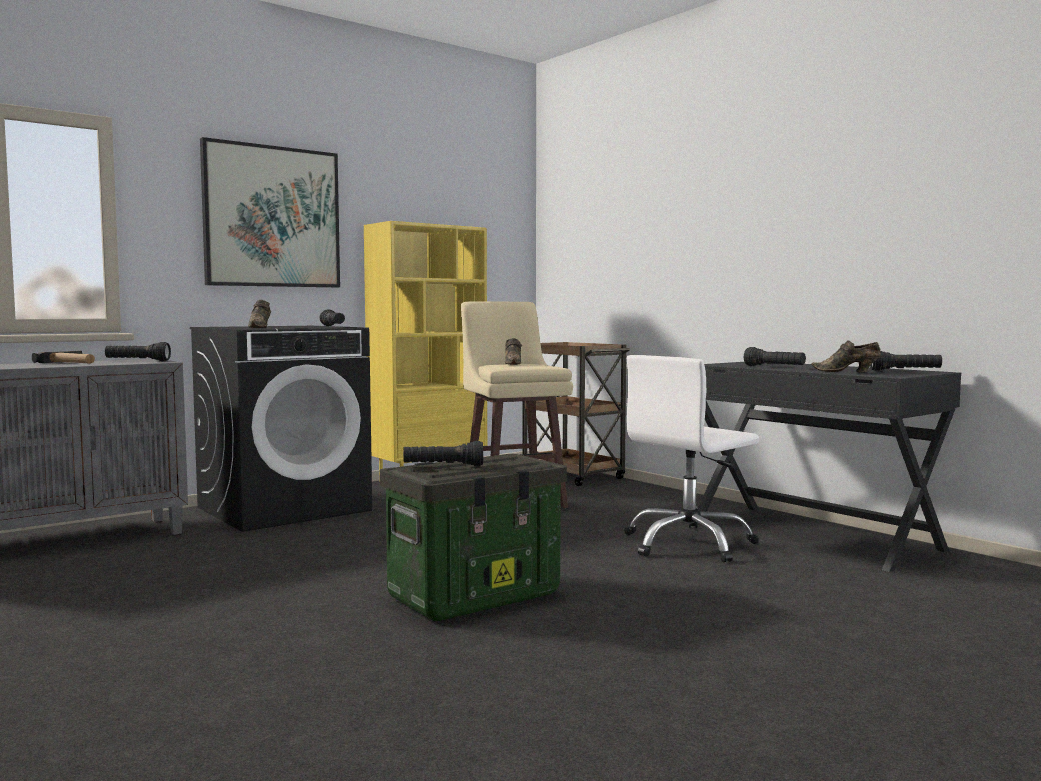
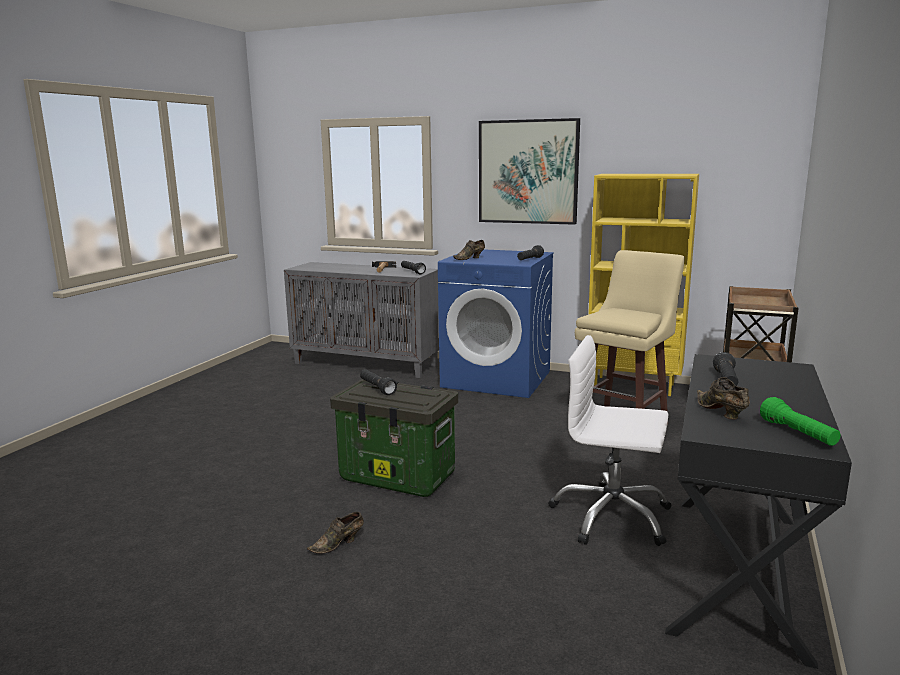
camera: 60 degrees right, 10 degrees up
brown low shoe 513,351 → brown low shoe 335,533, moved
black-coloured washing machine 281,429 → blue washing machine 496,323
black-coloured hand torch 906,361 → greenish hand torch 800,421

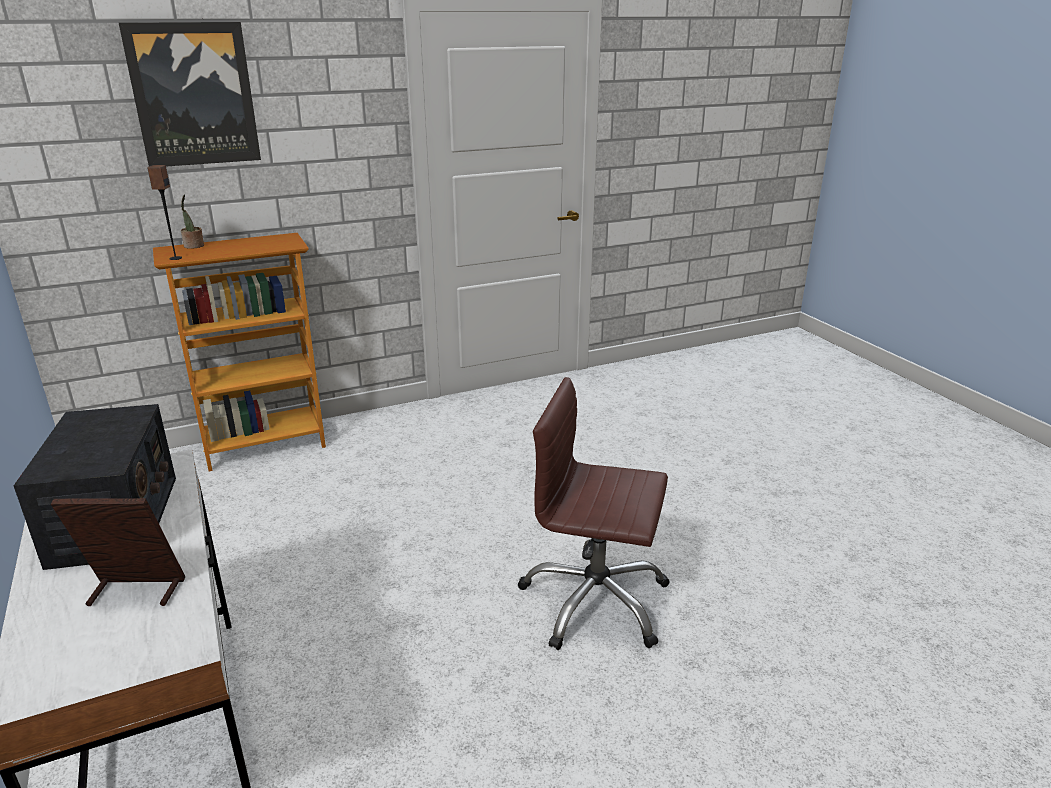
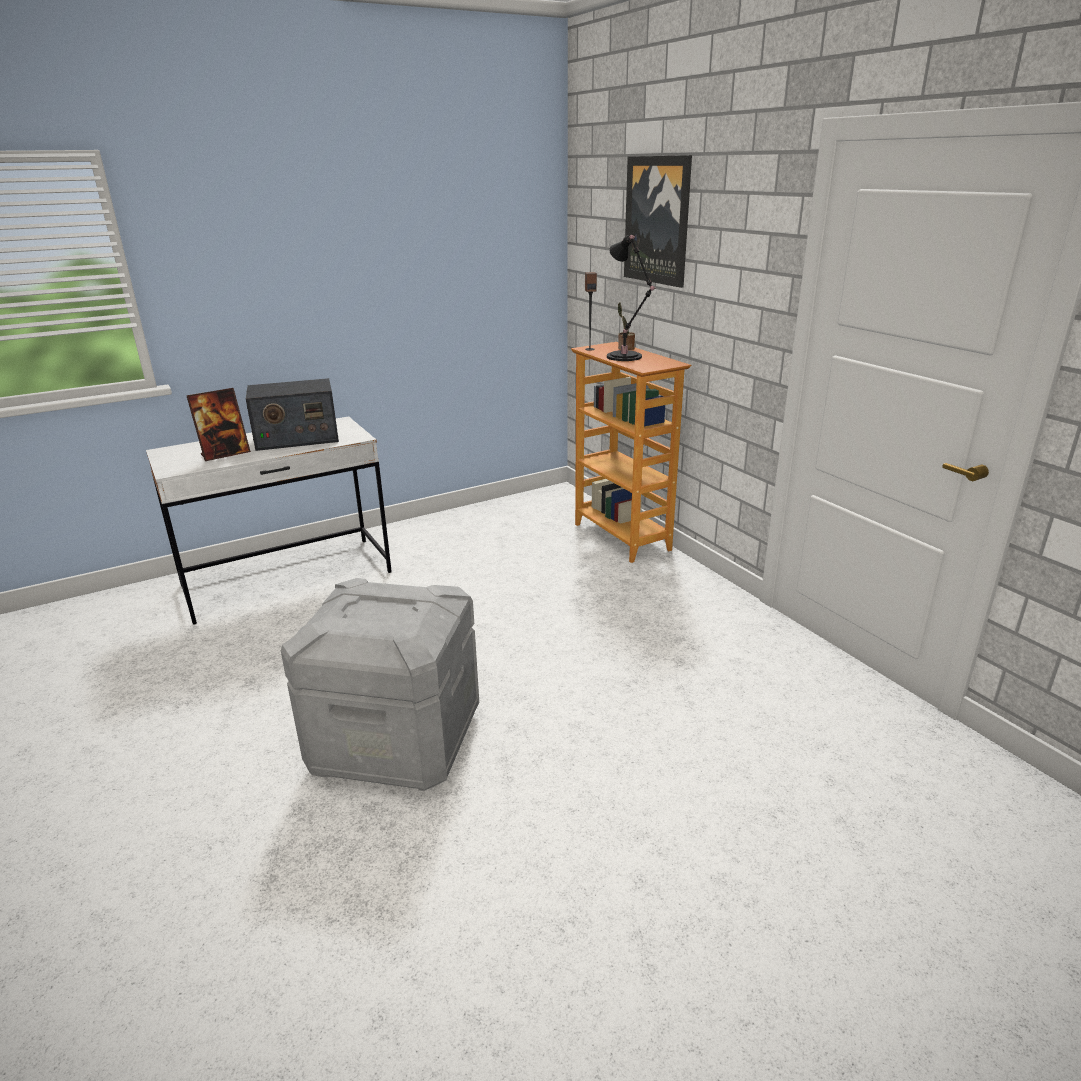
camera: 85 degrees right, 0 degrees up
- → black-coloured tabletop lamp 631,298
brown desk chair 594,513 → grey storage bin 380,684
picture frame 118,552 → picture frame 219,424, 60 degrees clockwise

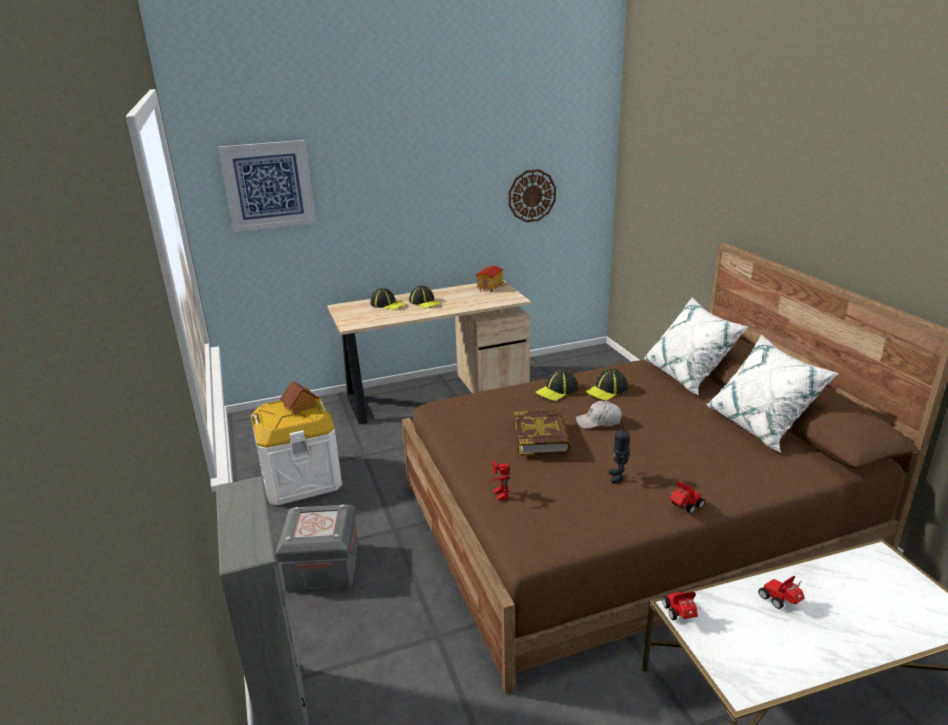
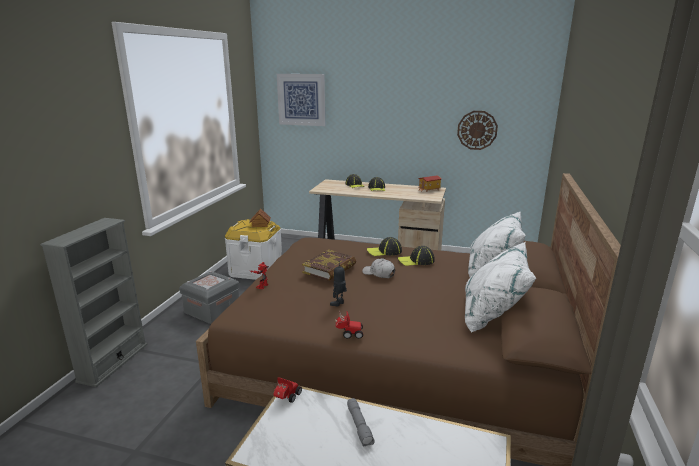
camera: 35 degrees right, 5 degrees down
miniature car 781,592 → grey hand torch 361,422

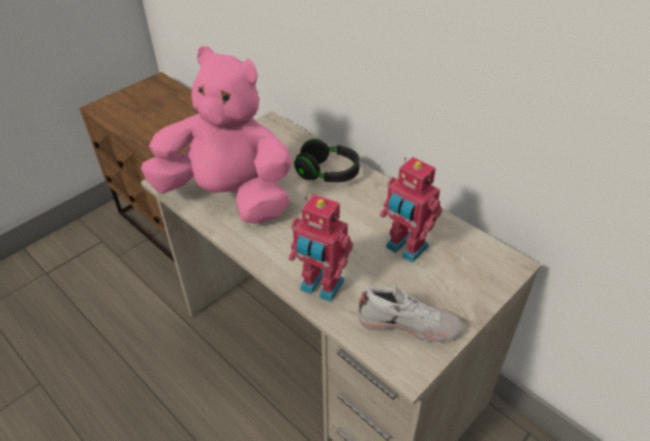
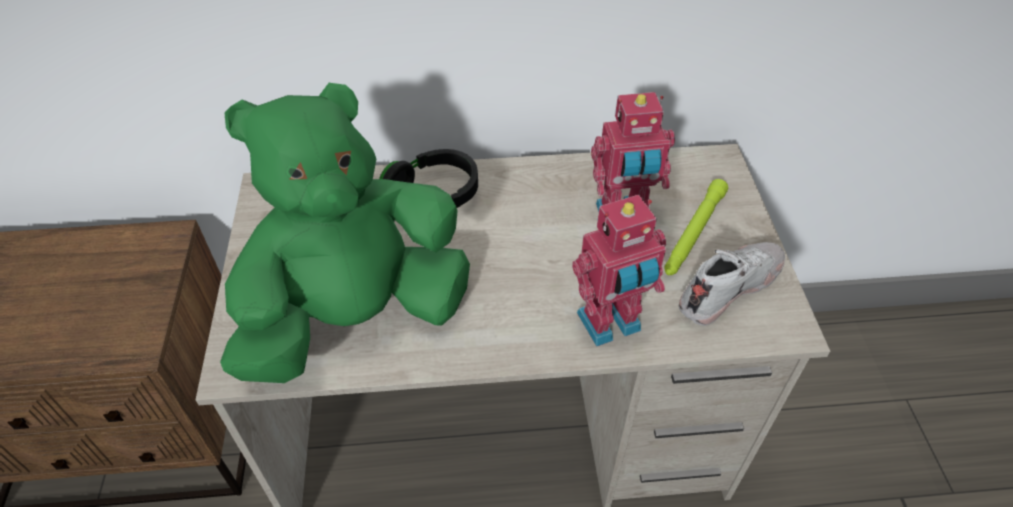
camera: 50 degrees left, 5 degrees up
- → greenish hand torch 696,227
pink-coloured soft toy 216,135 → greenish soft toy 345,233

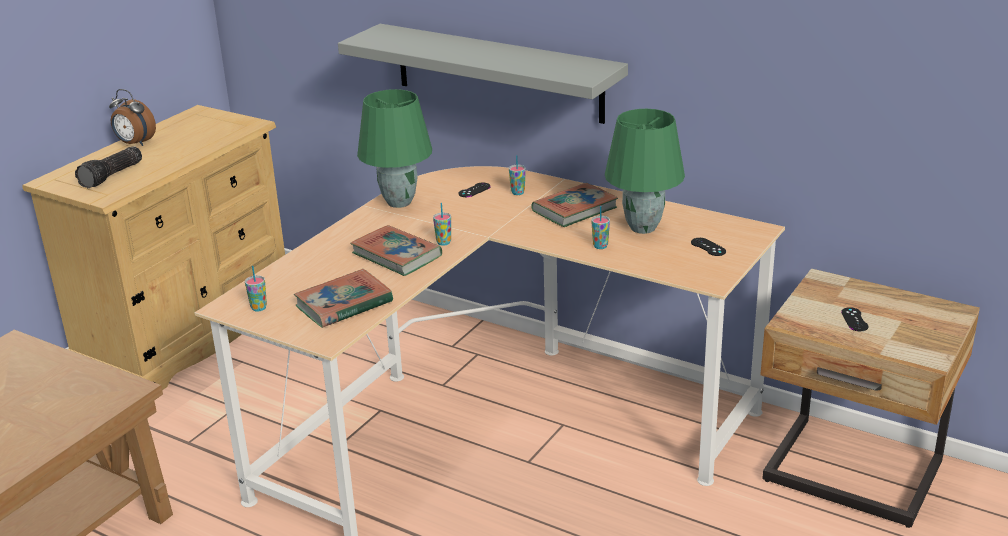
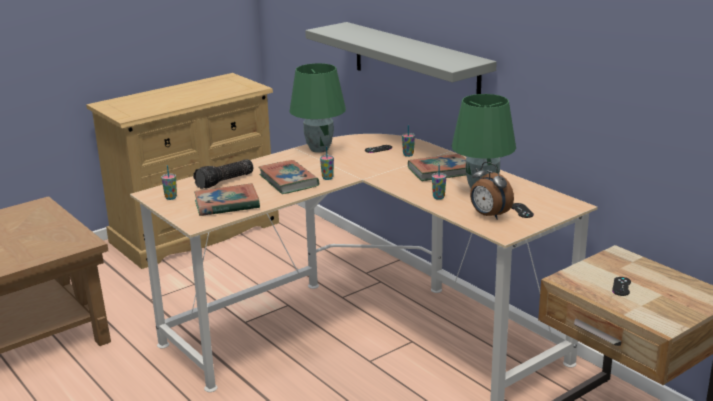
camera: 20 degrees right, 5 degrees down
hand torch 108,167 → hand torch 223,174, moved
table clock 132,117 → table clock 492,191, moved

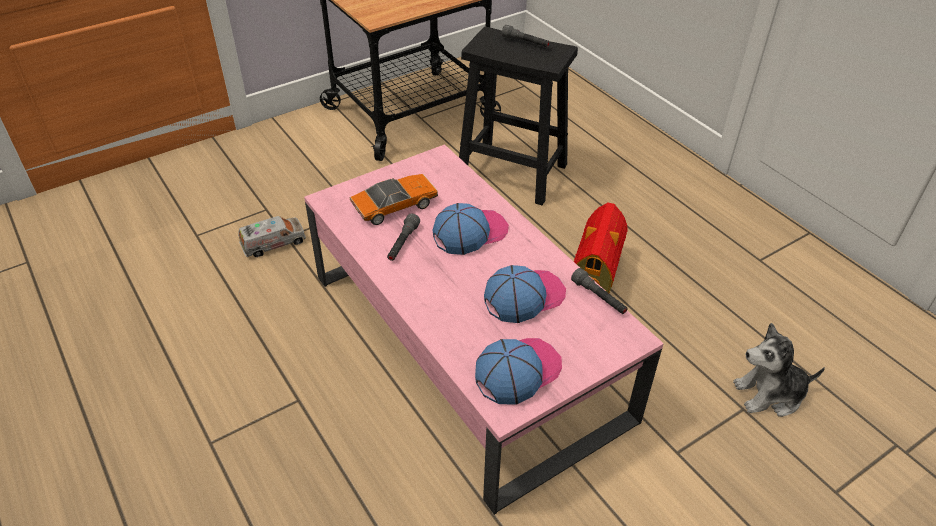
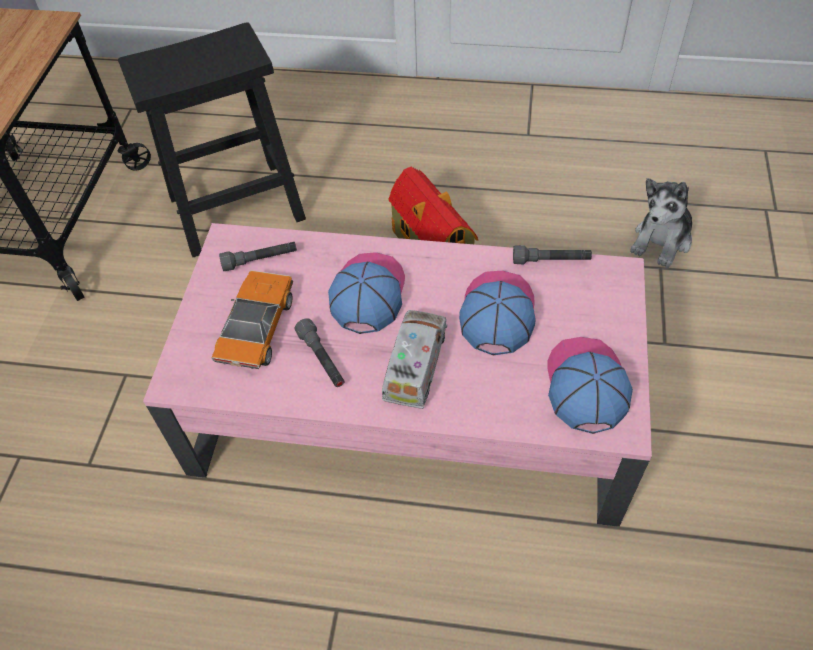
camera: 45 degrees left, 10 degrees up
toy lorry 272,236 → toy lorry 414,359, moved
grey hand torch 526,36 → grey hand torch 258,256, moved

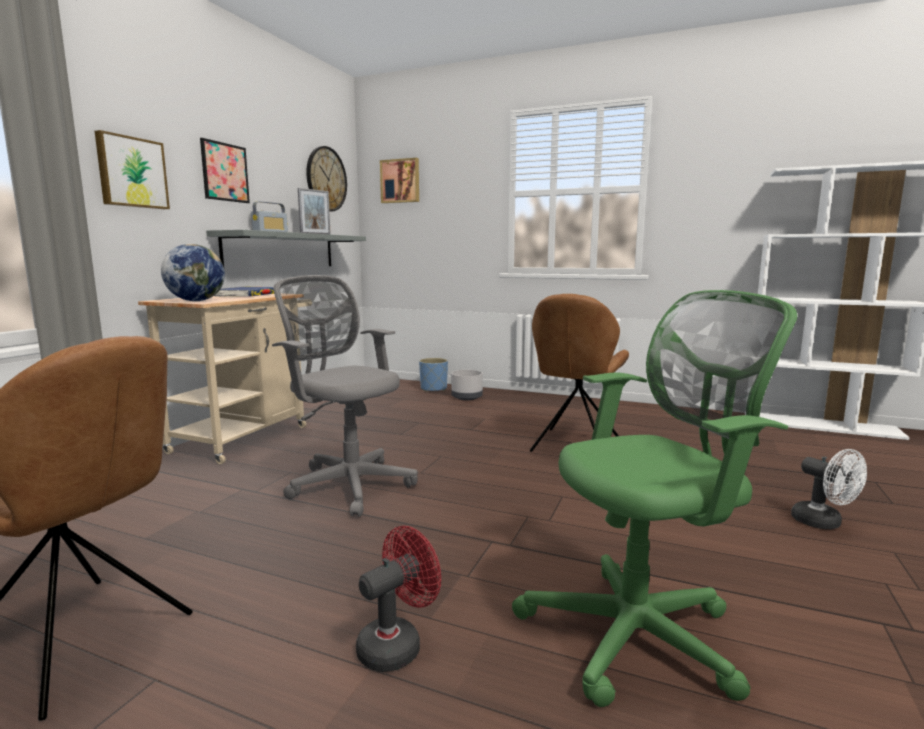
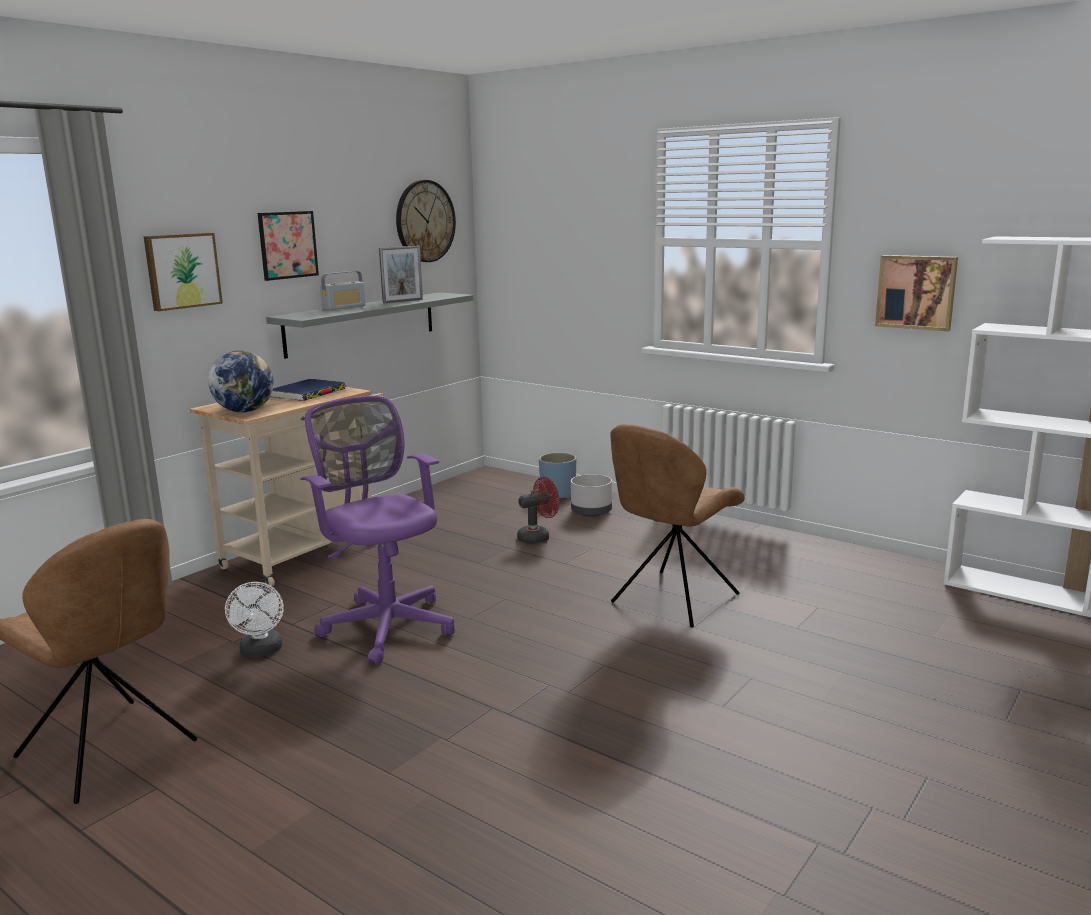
camera: 15 degrees right, 5 degrees up
greenish desk chair 654,498 → -
red-coloured electric fan 398,599 → red-coloured electric fan 538,510, moved
wall picture 399,180 → wall picture 916,293, moved
white electric fan 829,489 → white electric fan 254,619, moved
grey desk chair 345,396 → purplish desk chair 377,530

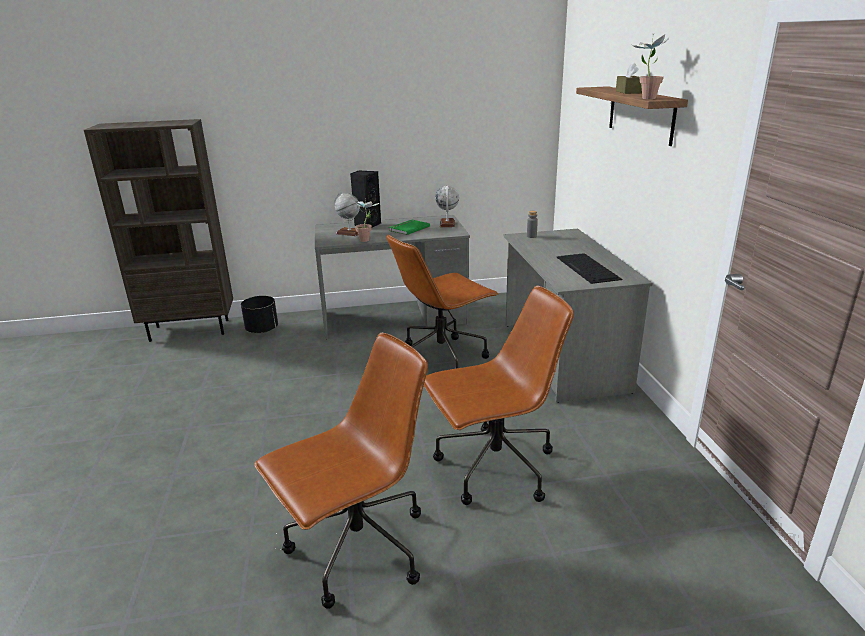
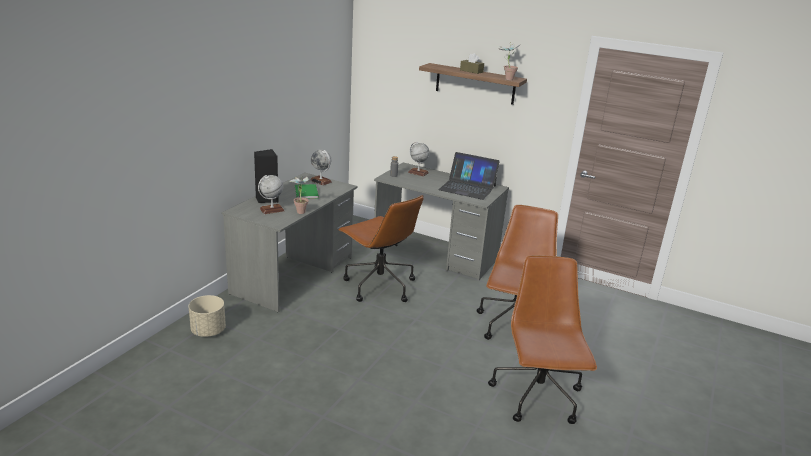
camera: 55 degrees left, 0 degrees up
brown bookshelf 158,230 → -
- → world globe 419,159
keyboard 589,268 → notebook computer 469,176
black-coloured planter 259,314 → beige-coloured planter 207,316
brown desk chair 442,301 → brown desk chair 381,248, 45 degrees counterclockwise

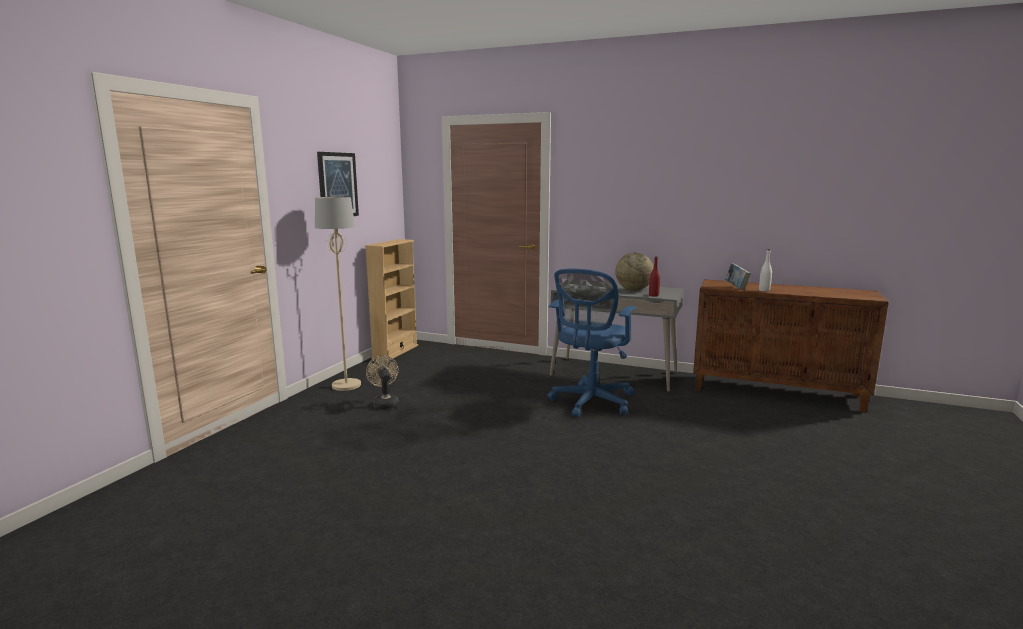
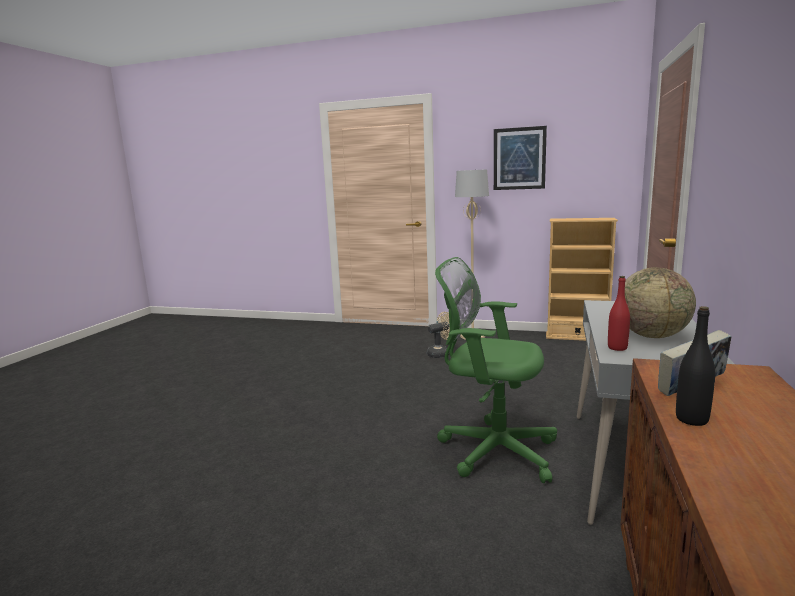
camera: 85 degrees right, 0 degrees up
blue desk chair 592,343 → greenish desk chair 496,370
white drink bottle 765,270 → black-coloured drink bottle 695,366

